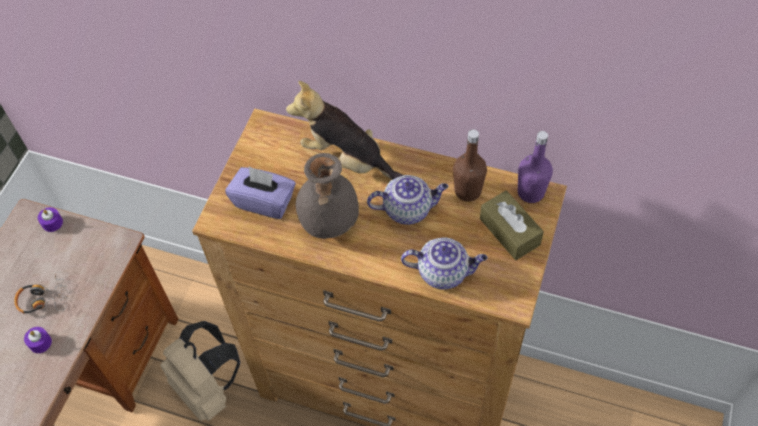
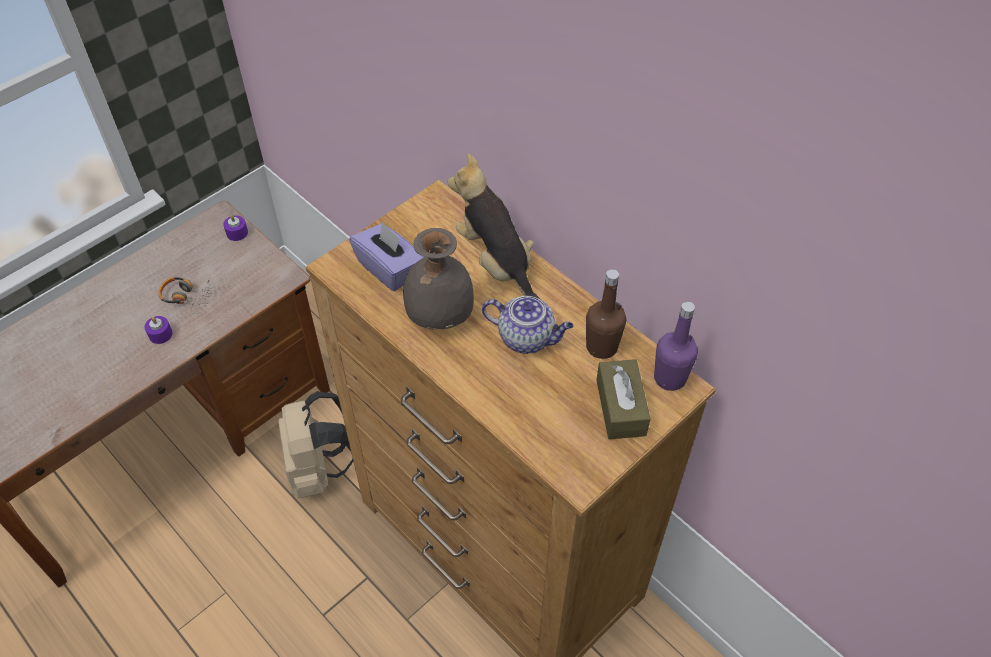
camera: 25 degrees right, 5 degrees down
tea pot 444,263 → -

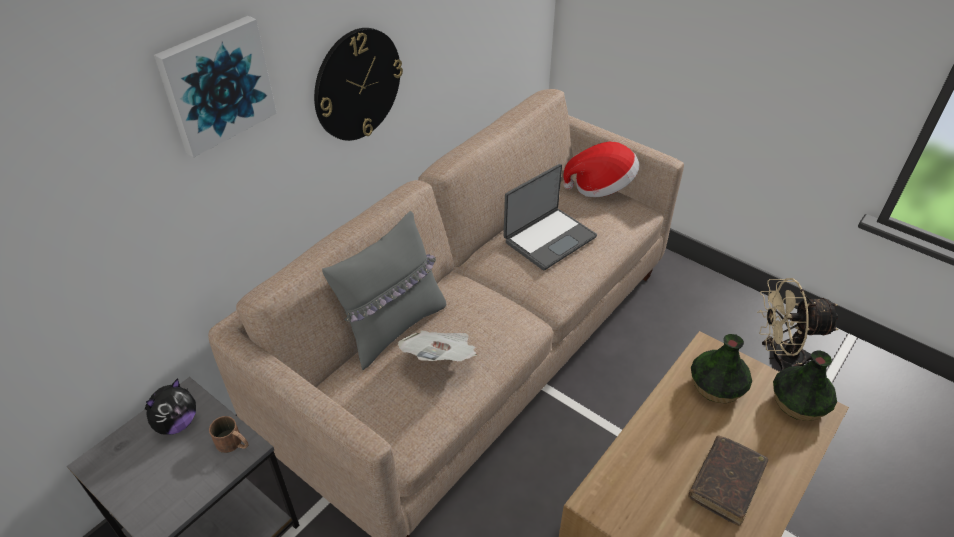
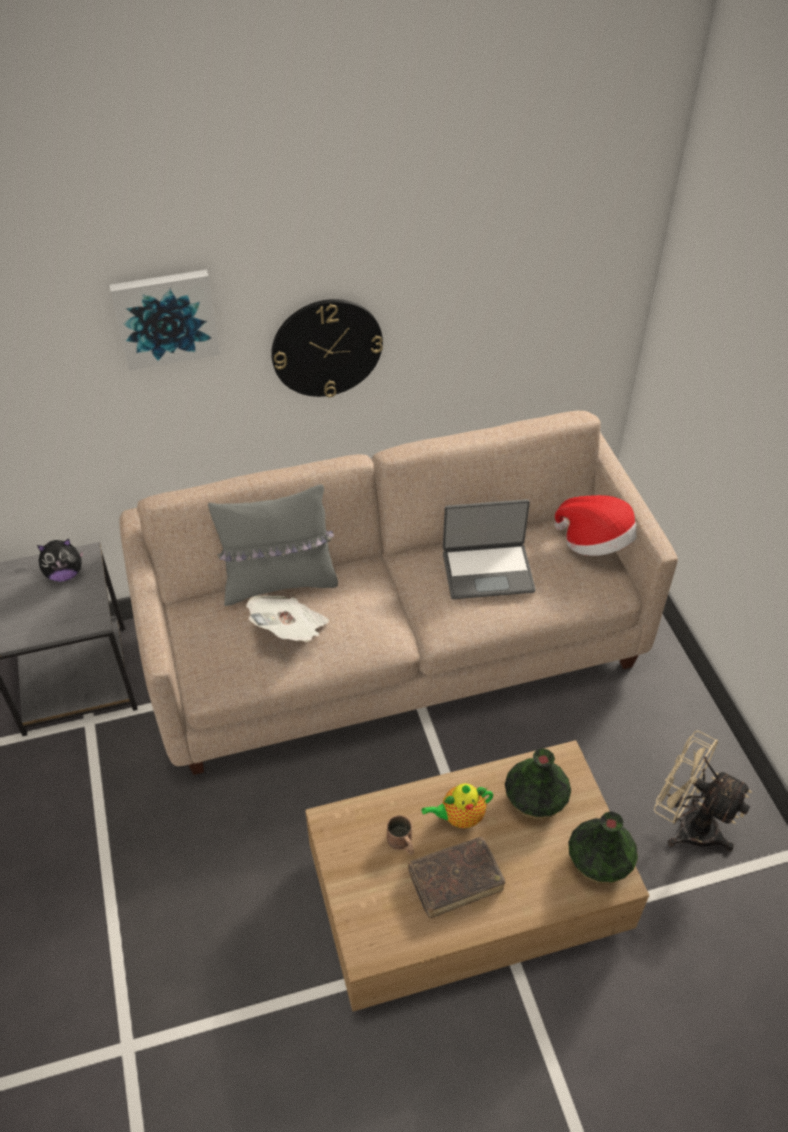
camera: 35 degrees right, 5 degrees up
- → tea pot 457,805
brown coffee mug 229,434 → brown coffee mug 400,835, moved

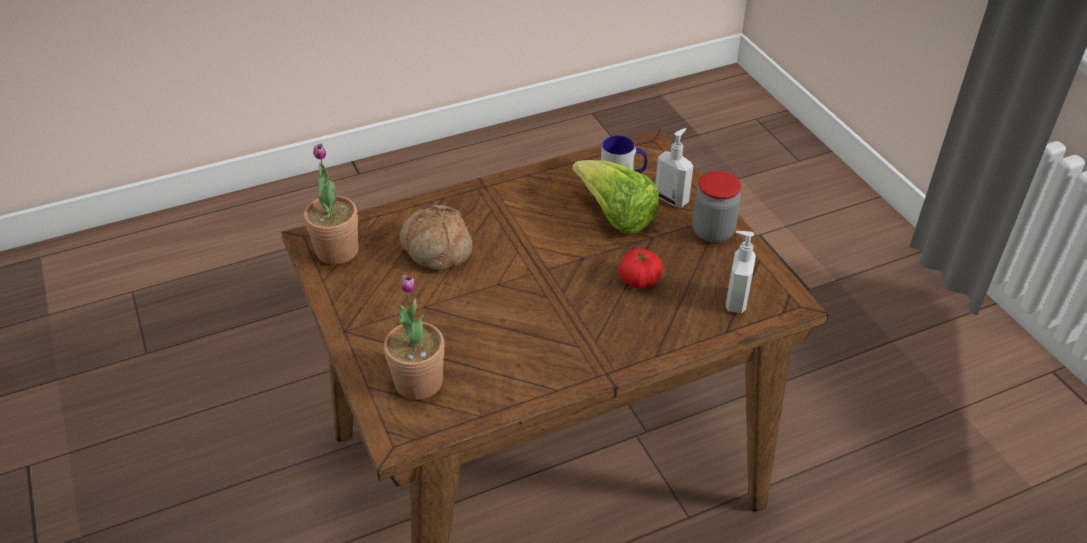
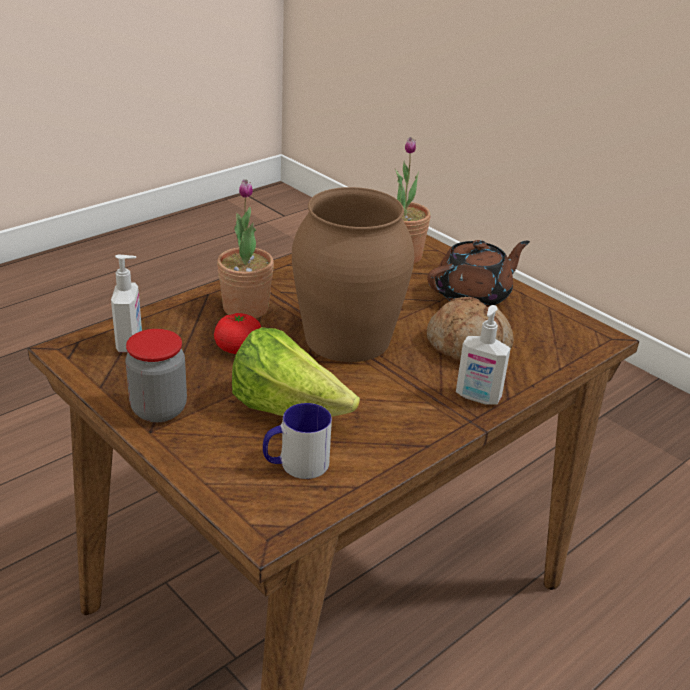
camera: 160 degrees right, 10 degrees down
- → brown flower vase 353,274
- → brown tea pot 478,273
houseplant 331,204 → houseplant 245,248, moved
soap bottle 674,168 → soap bottle 483,355, moved

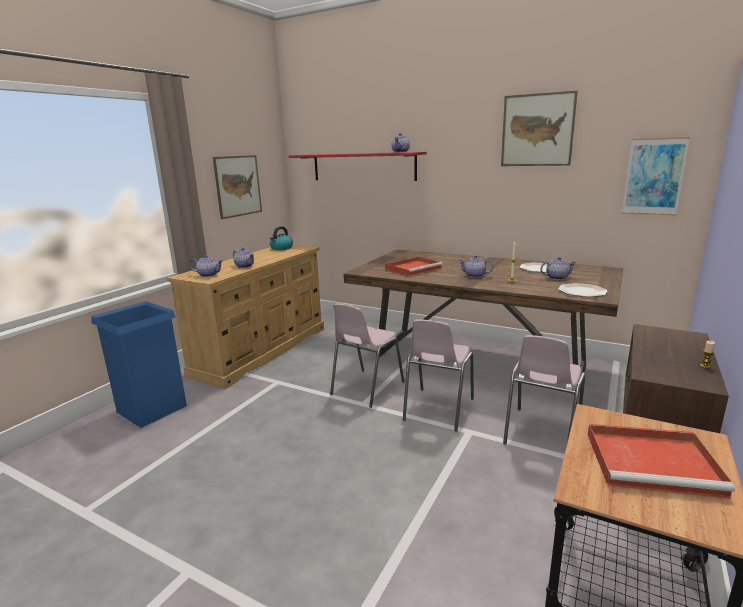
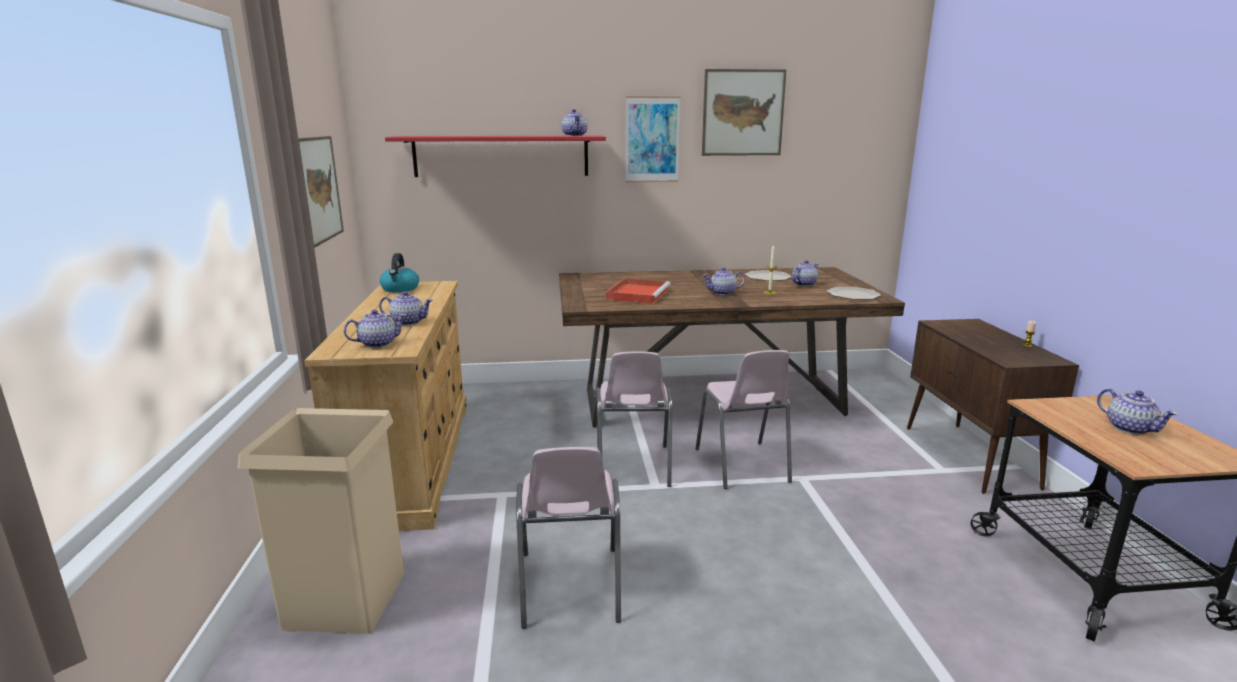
camera: 35 degrees left, 0 degrees up
pink-coloured plain chair 544,391 → pink-coloured plain chair 568,538, moved
wall picture 656,176 → wall picture 653,139, moved
red-coloured tray 661,461 → tea pot 1137,412
blue rubbish bin 139,364 → beige-coloured rubbish bin 321,521

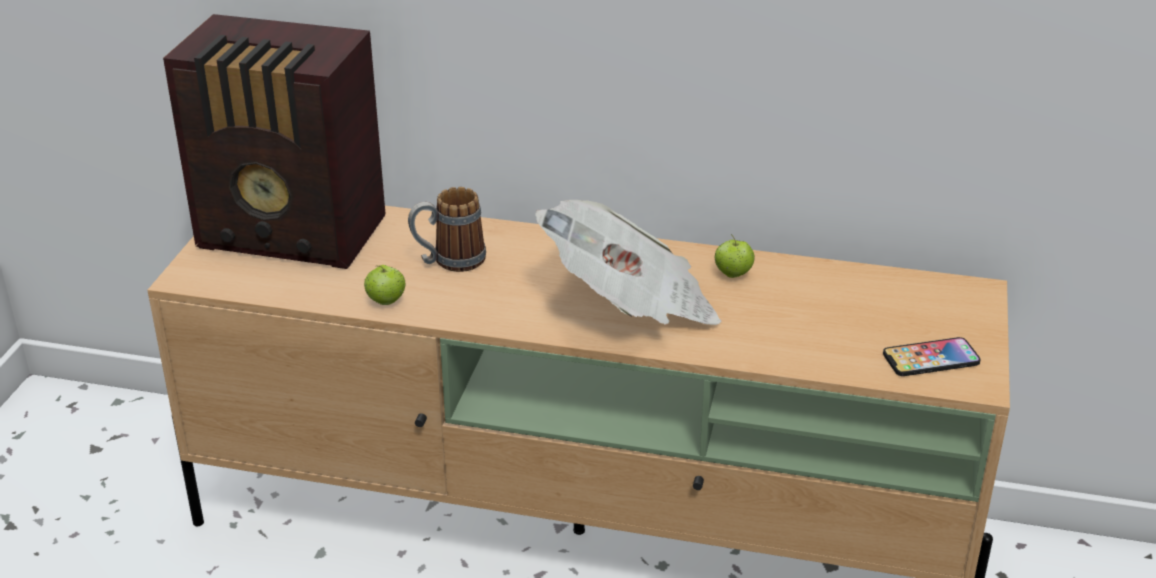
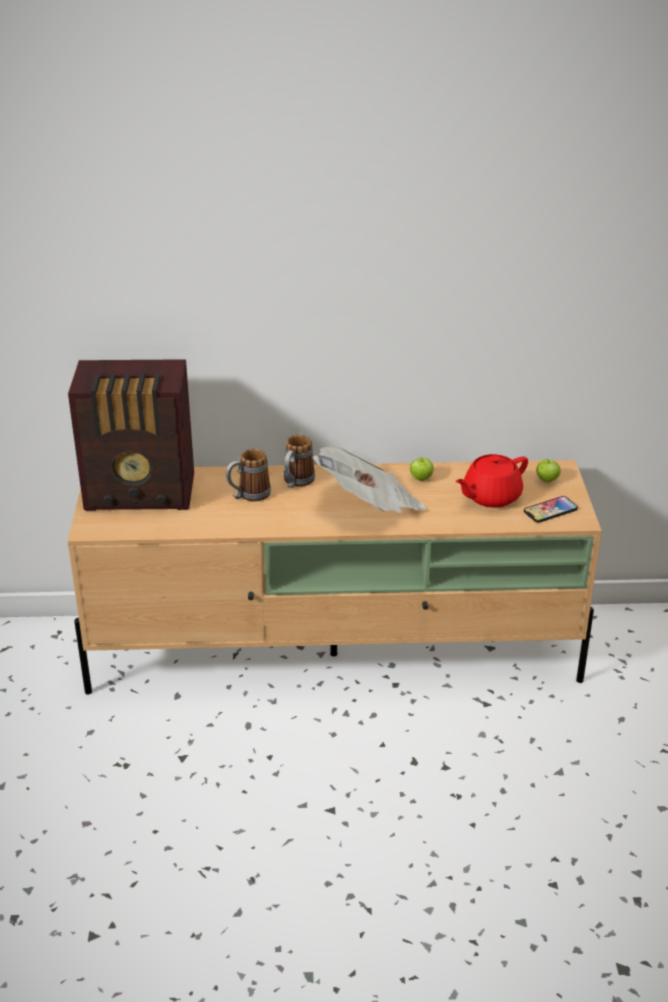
camera: 15 degrees left, 0 degrees up
- → coffee mug 299,461
- → red-coloured tea pot 491,481
apple fruit 384,285 → apple fruit 548,471, moved

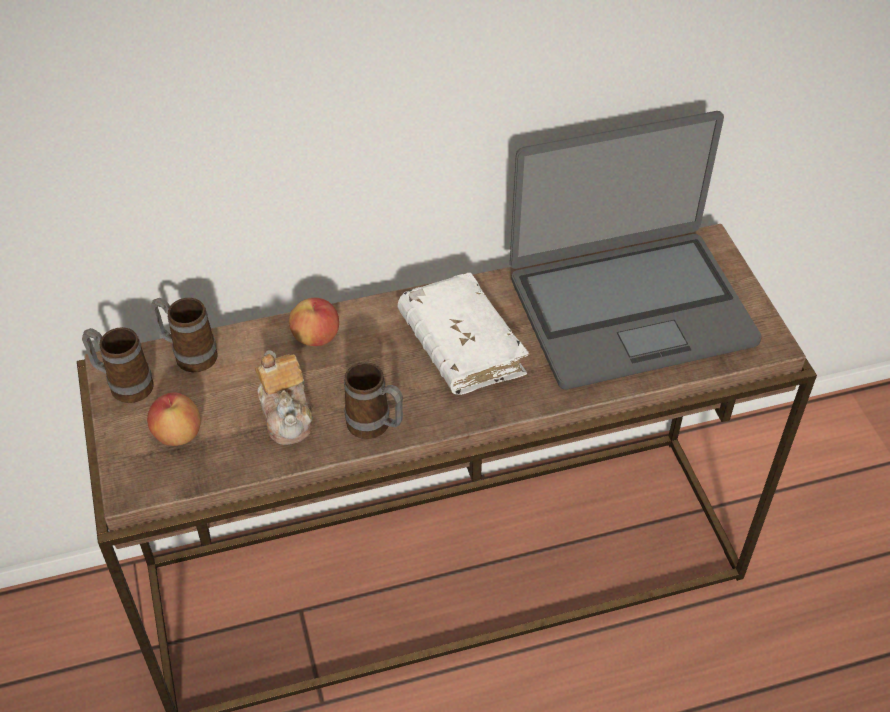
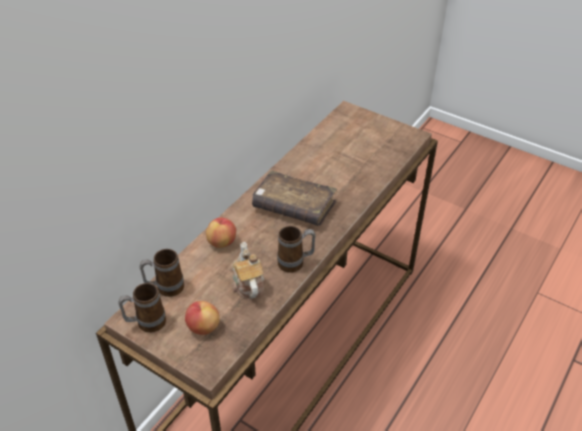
camera: 40 degrees left, 5 degrees down
notebook computer 636,250 → -
white volume 463,333 → brown volume 294,198
tea pot 284,397 → tea pot 248,270, 135 degrees counterclockwise

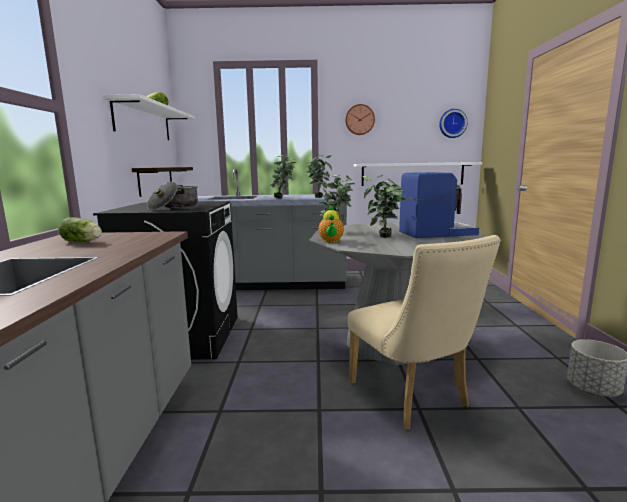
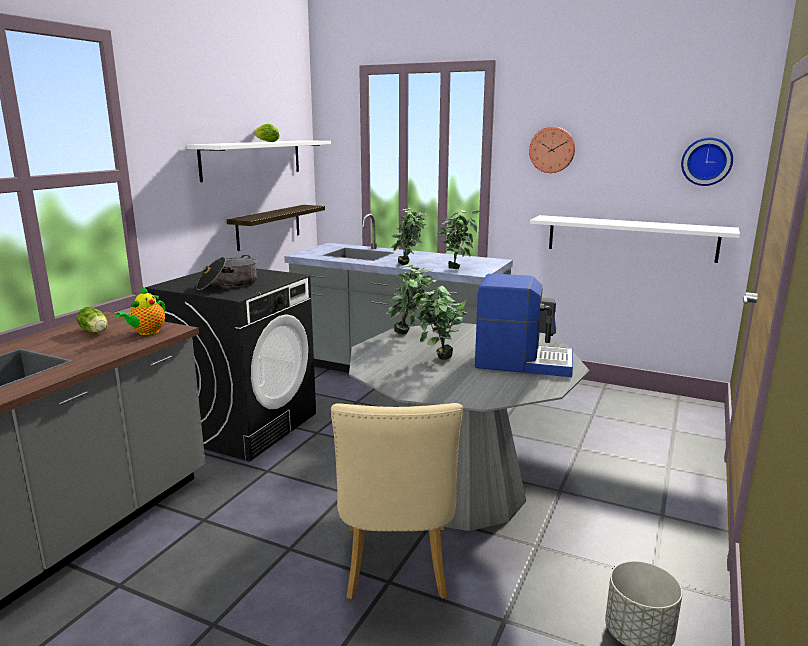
camera: 25 degrees right, 5 degrees up
tea pot 331,224 → tea pot 140,311, moved

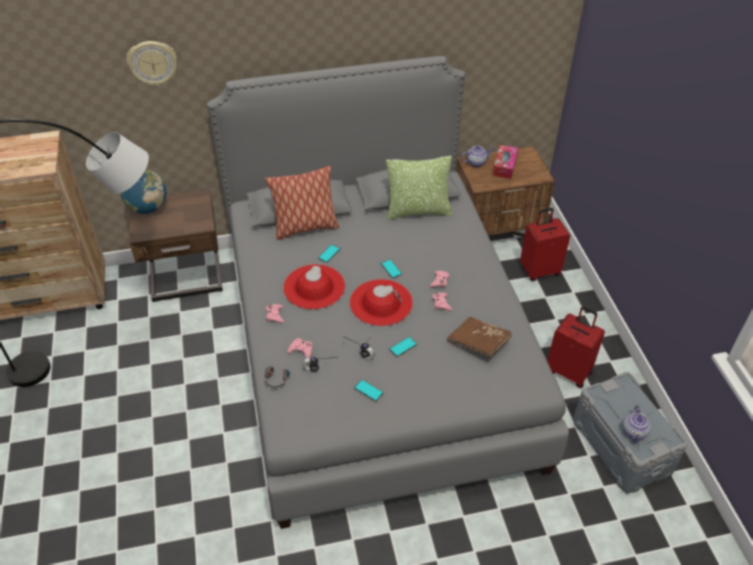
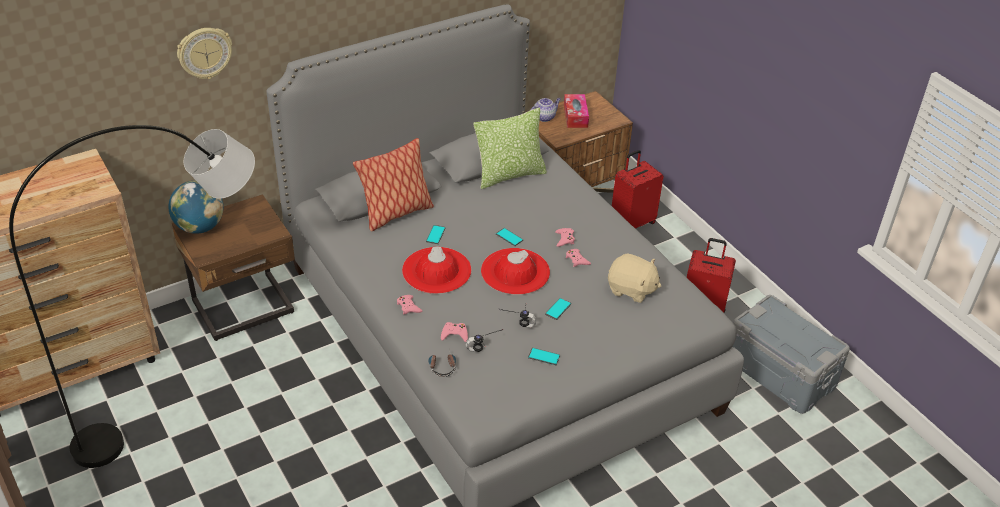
camera: 20 degrees left, 5 degrees down
tea pot 637,424 → -
brown volume 479,337 → beige-coloured soft toy 634,278

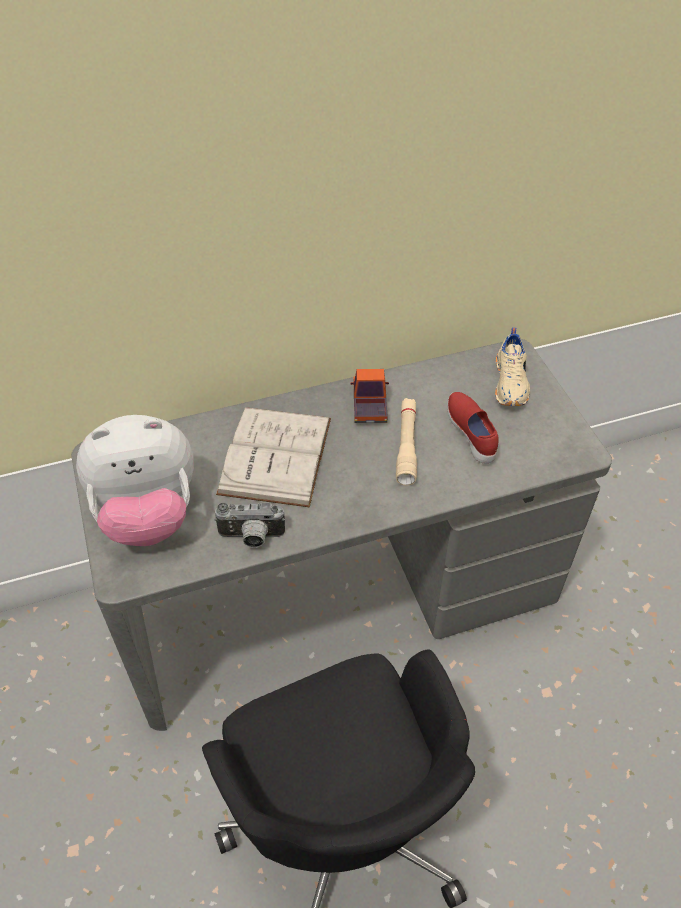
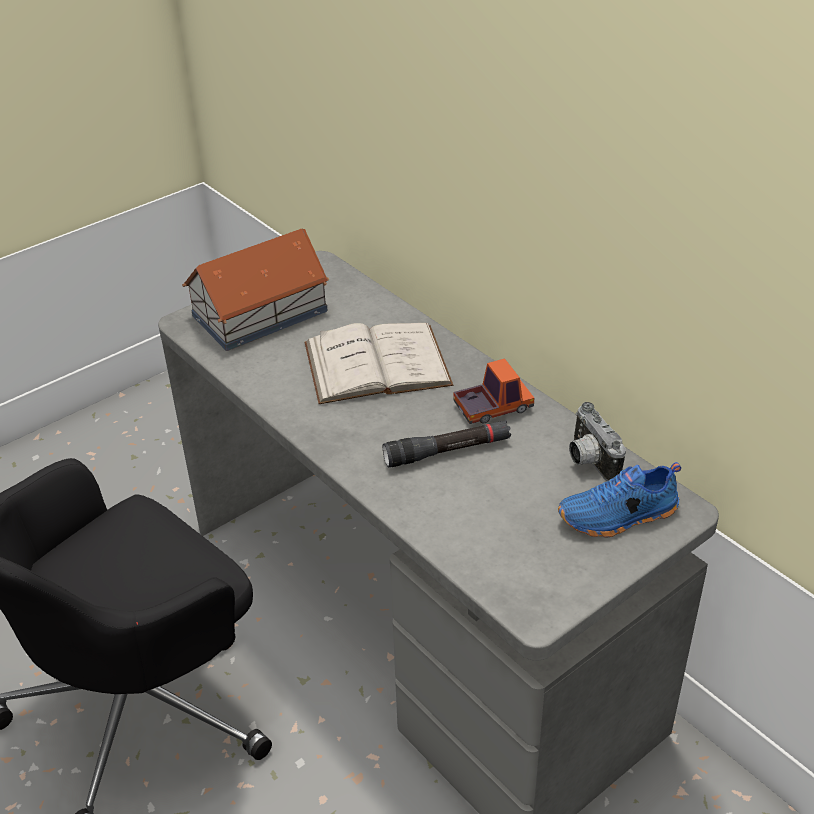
camera: 70 degrees right, 10 degrees down
red-coloured low shoe 473,428 → -
still camera 249,525 → still camera 597,441, moved
soft toy 135,480 → model house 255,290
beige-coloured hand torch 406,442 → black-coloured hand torch 447,444
beige-coloured low shoe 512,366 → blue low shoe 619,499

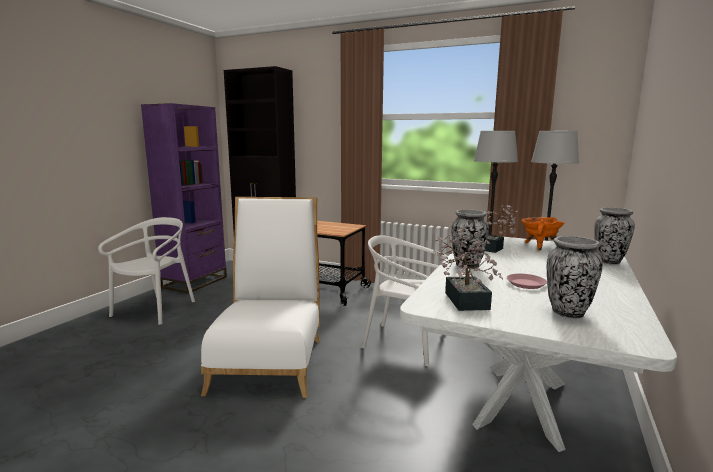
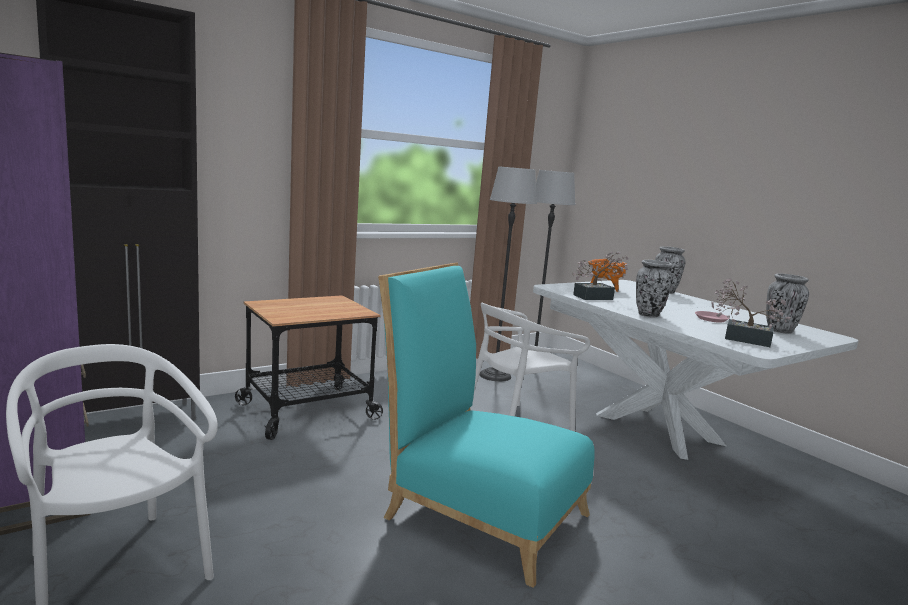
camera: 60 degrees left, 0 degrees up
white plain chair 260,297 → blue-green plain chair 486,425

